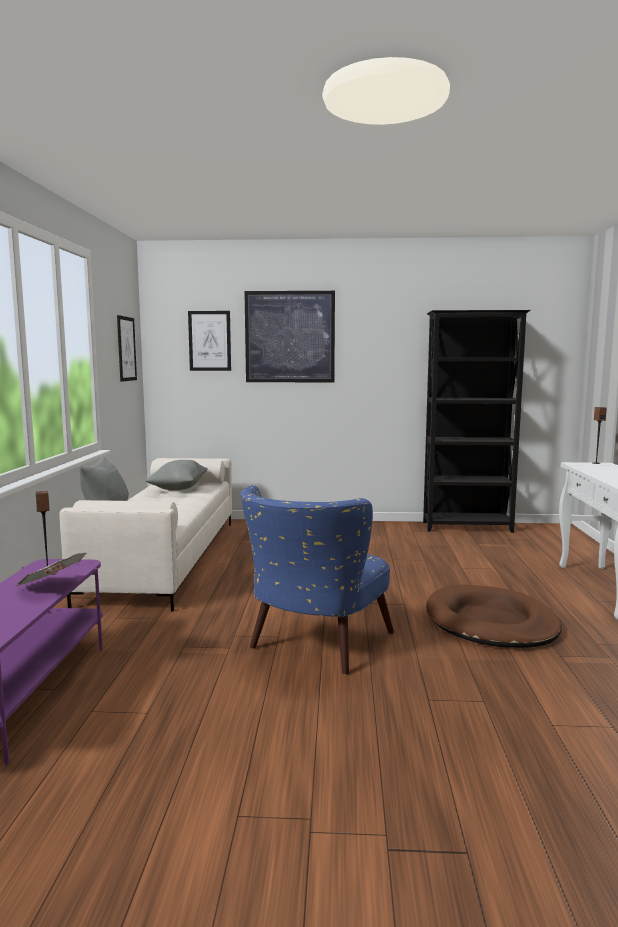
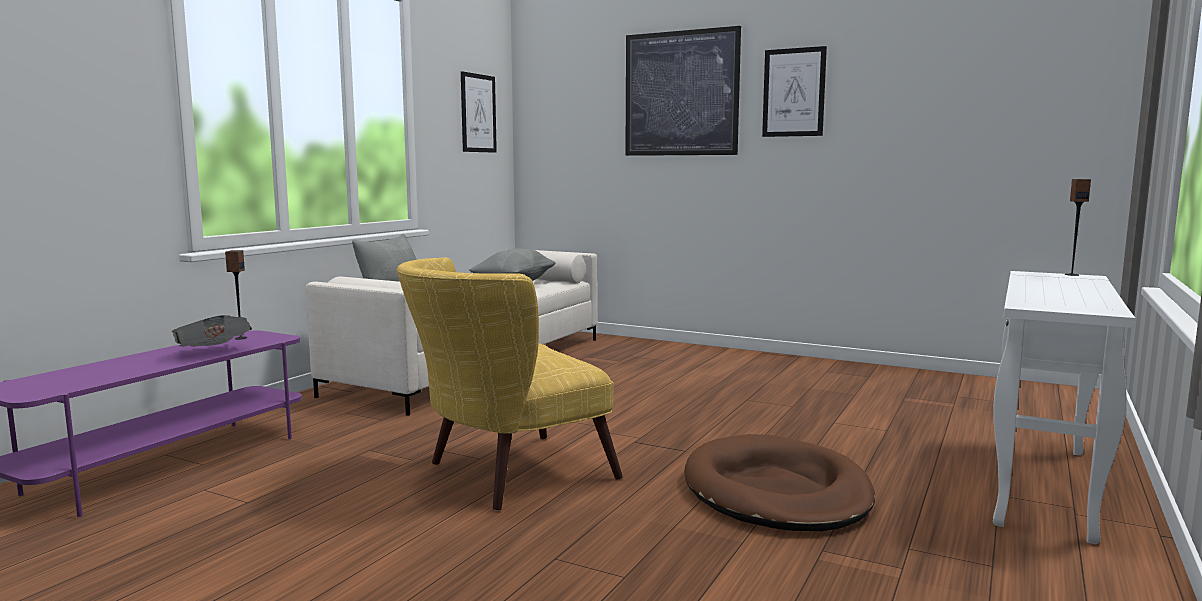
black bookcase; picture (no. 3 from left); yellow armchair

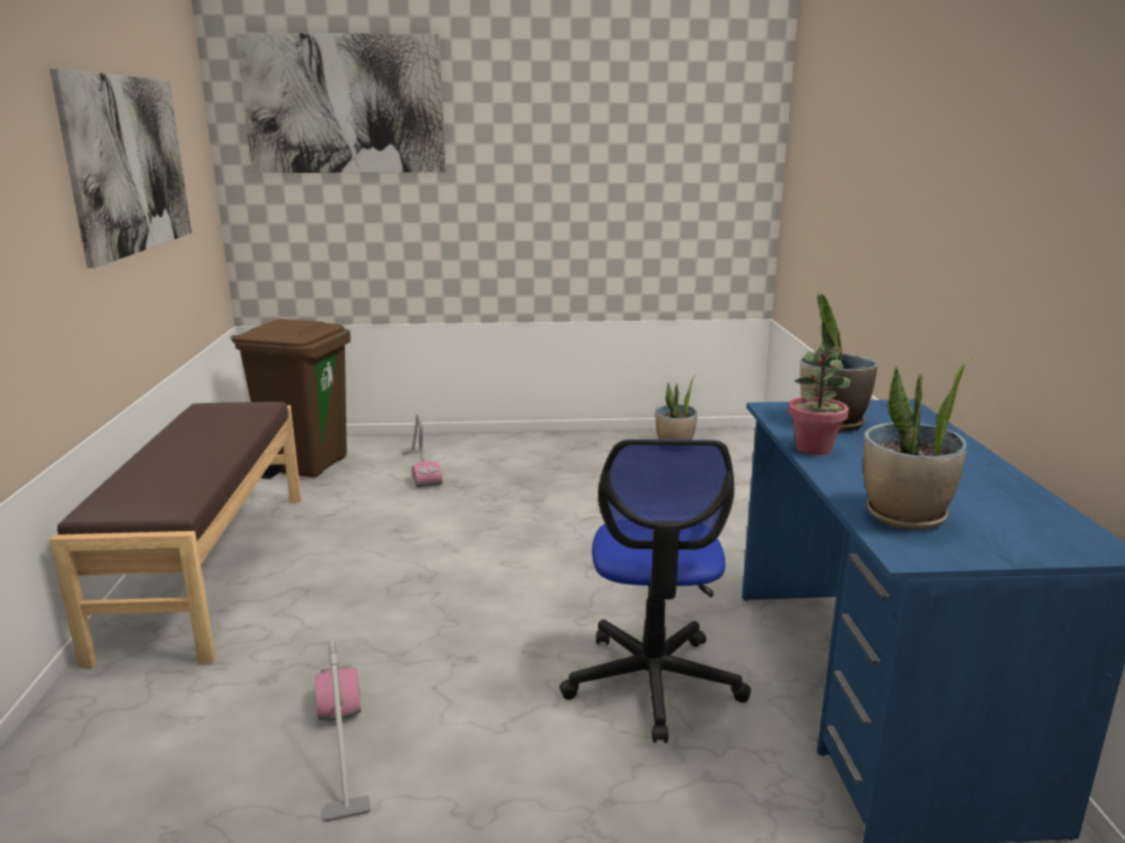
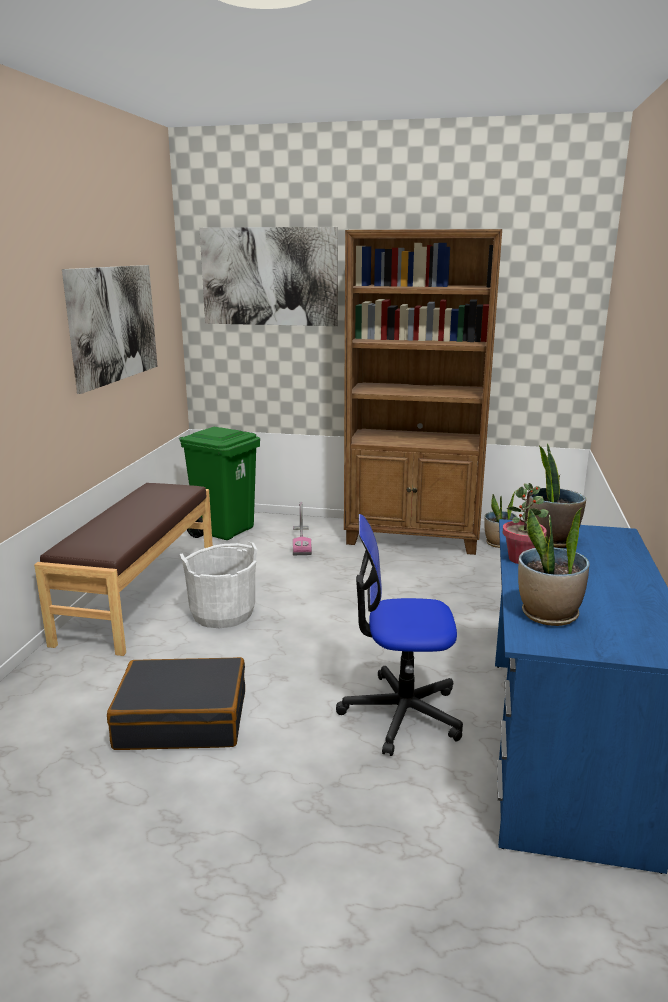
white bucket; brown bookcase; black suitcase; green trash can; office chair

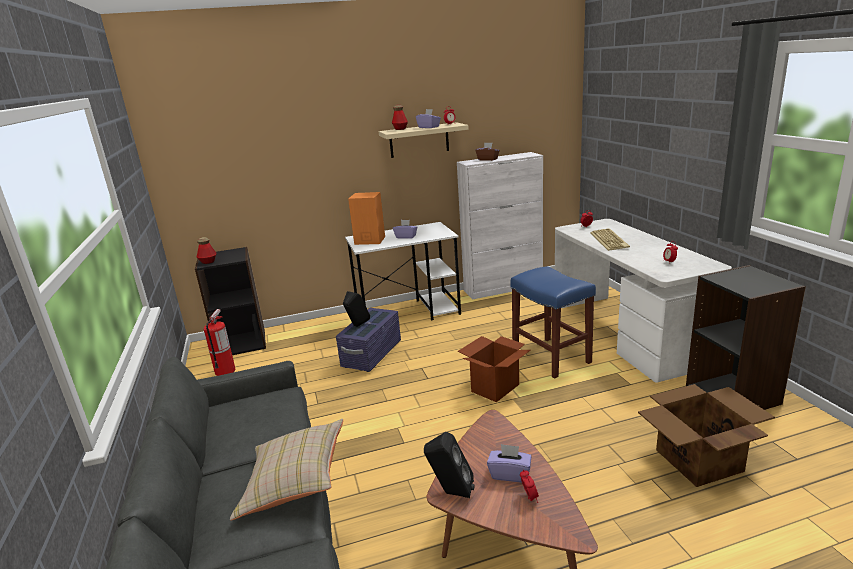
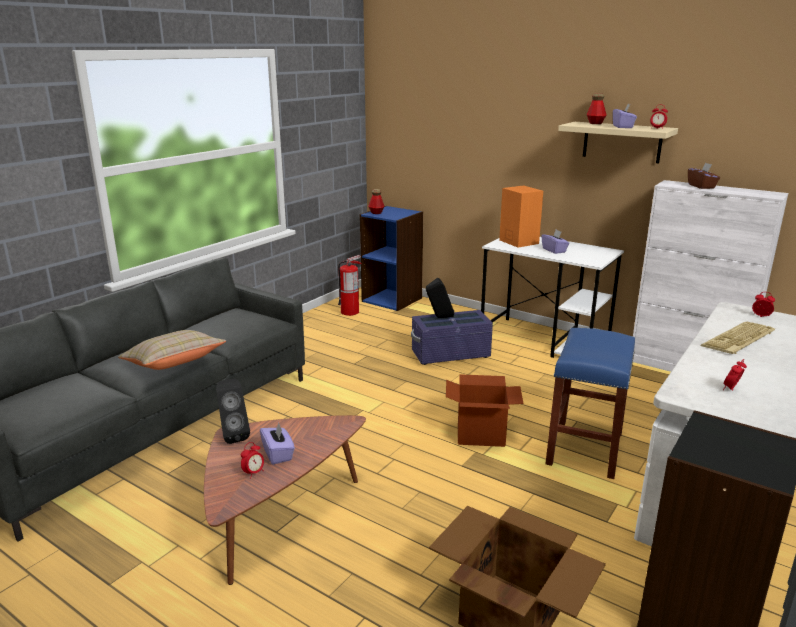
blue bookcase

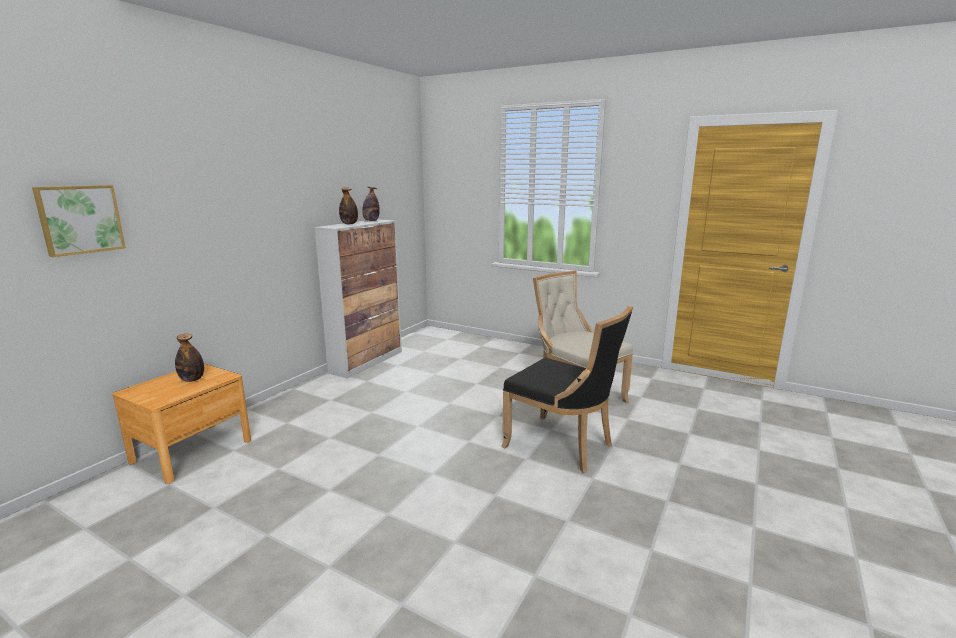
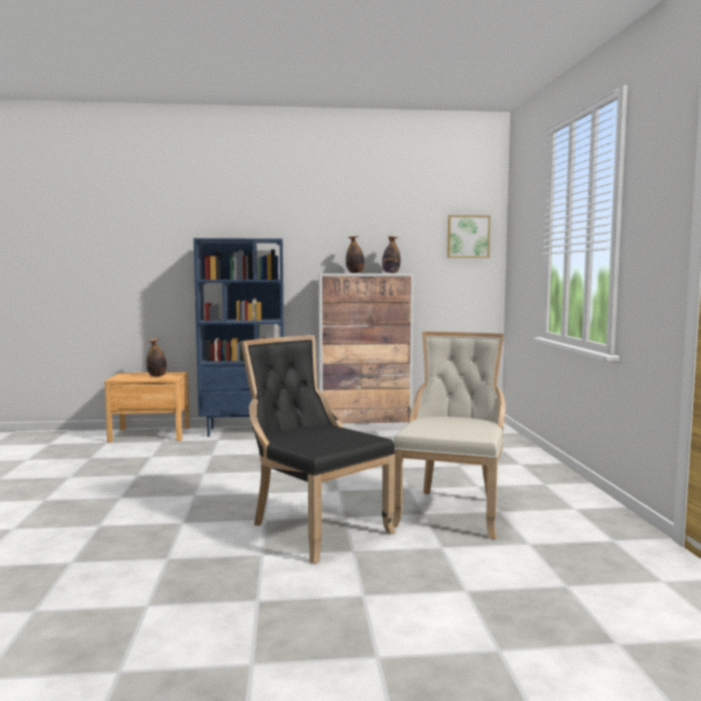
blue bookcase; picture; black chair

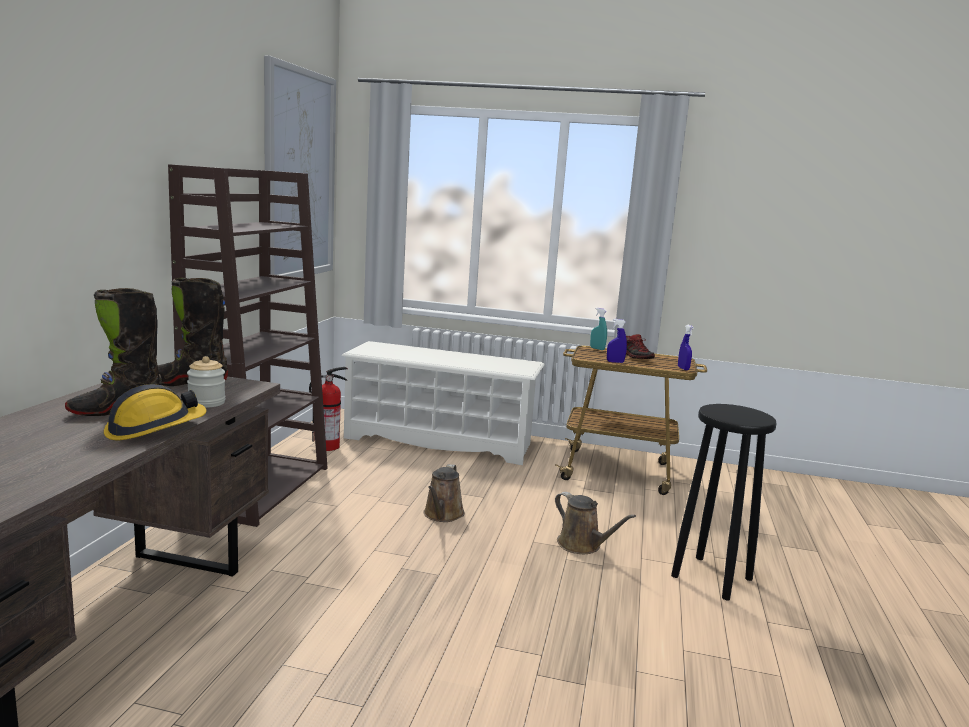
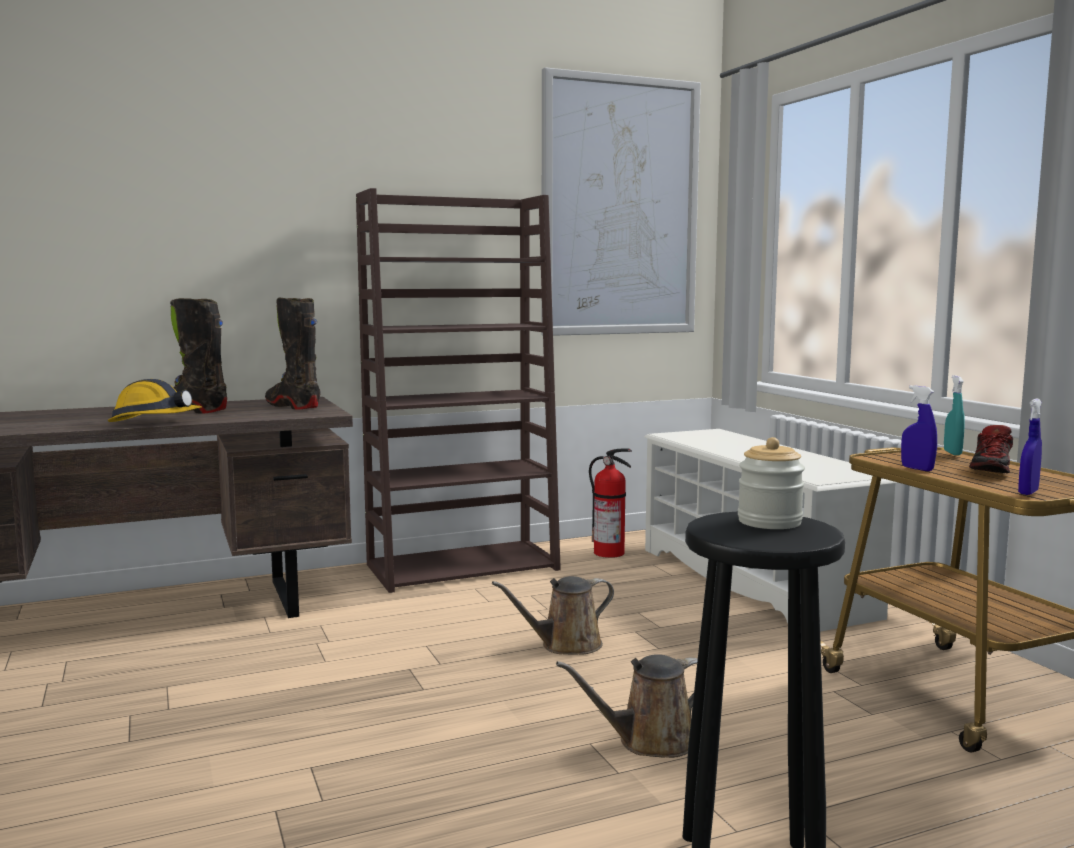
jar; brown watering can (no. 2 from left)

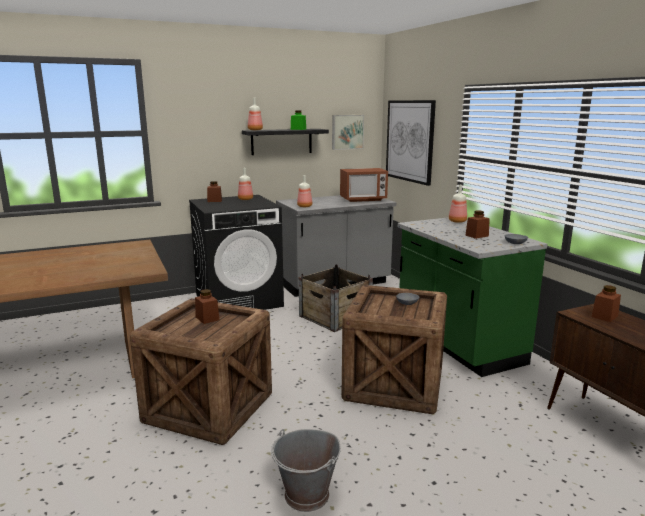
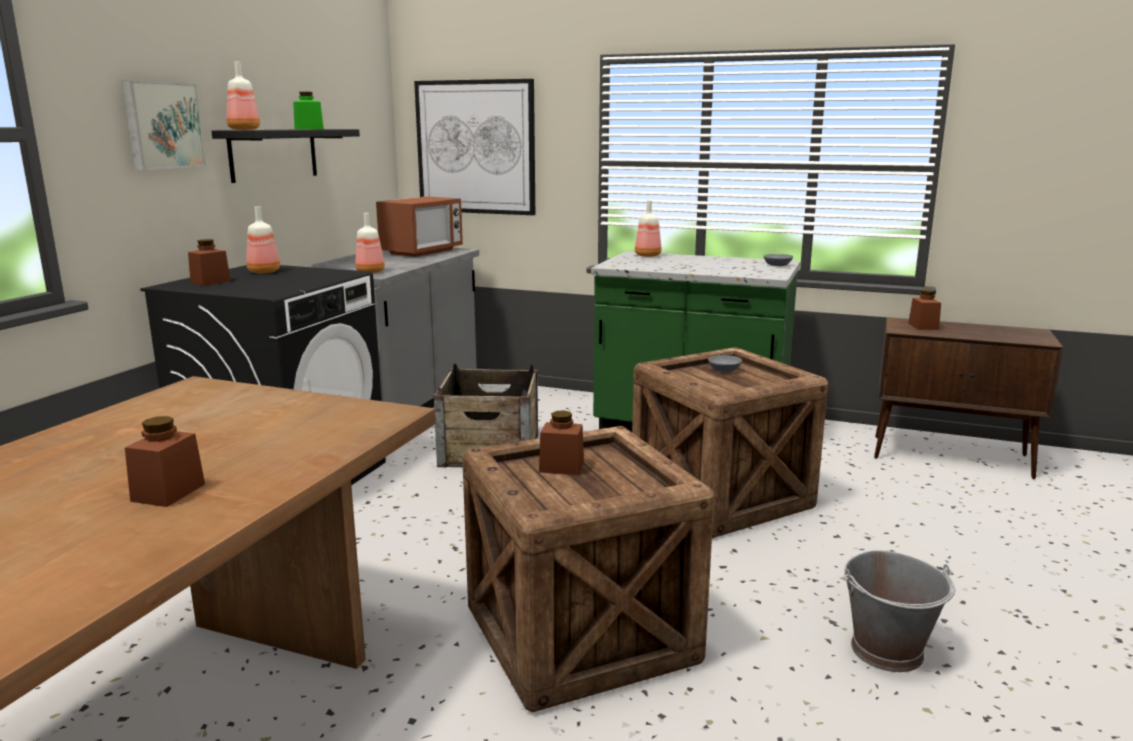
picture (no. 1 from left); brown jar (no. 1 from left)

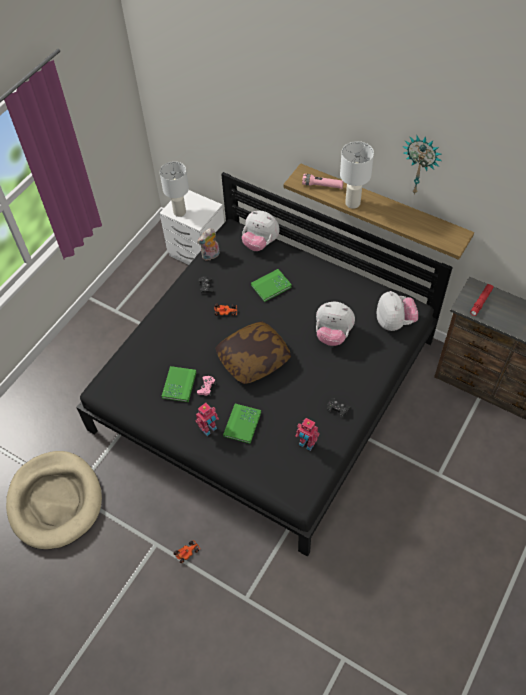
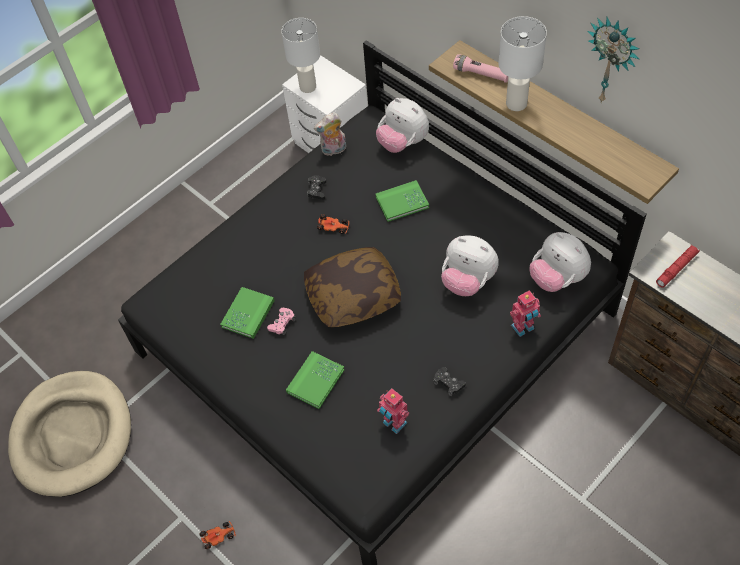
toy robot (no. 2 from left); plush toy (no. 4 from left)

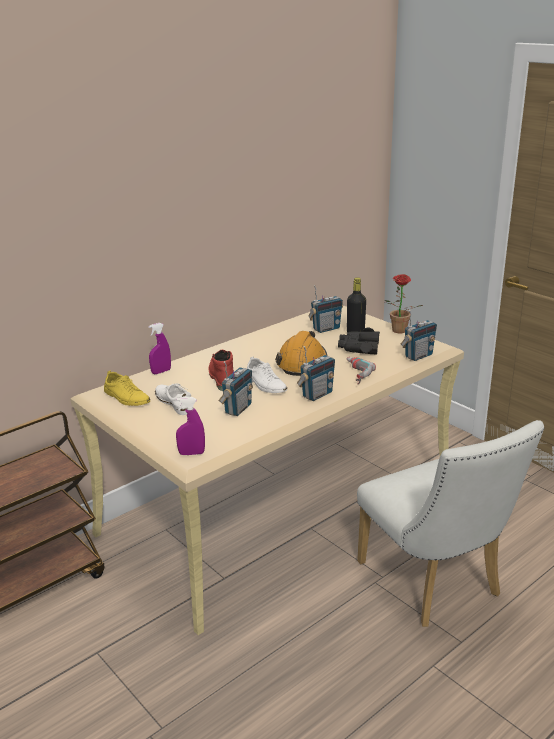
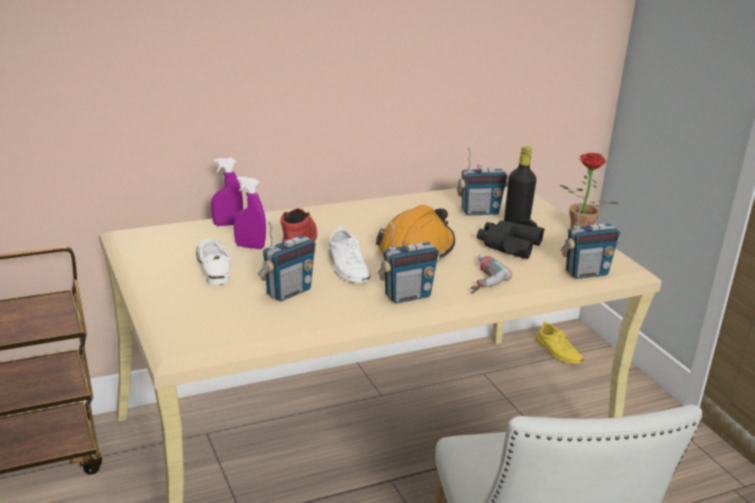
yellow shoe; purple spray bottle (no. 2 from left)

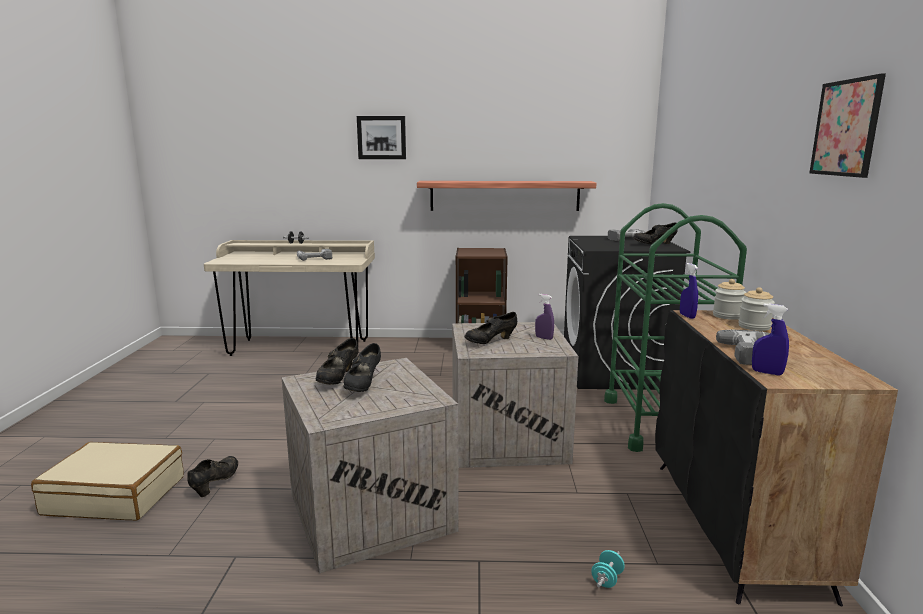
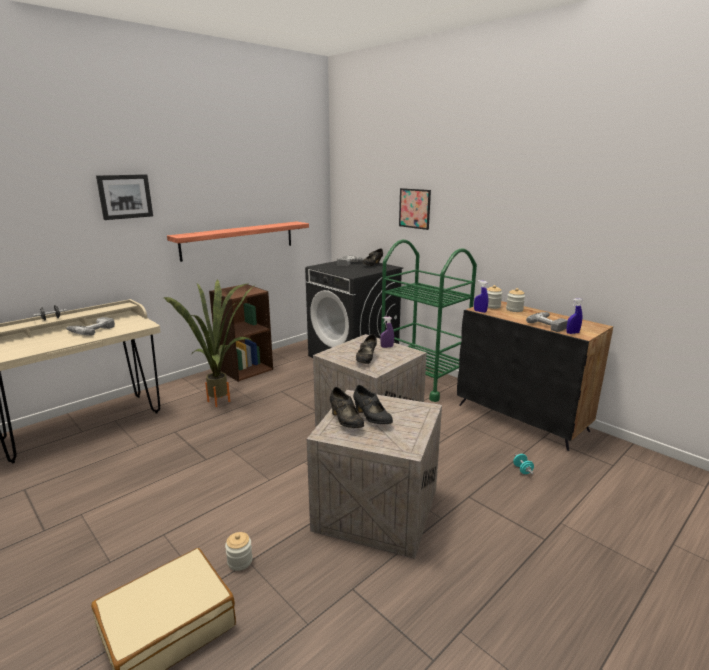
potted plant; picture (no. 2 from left); jar (no. 1 from left)

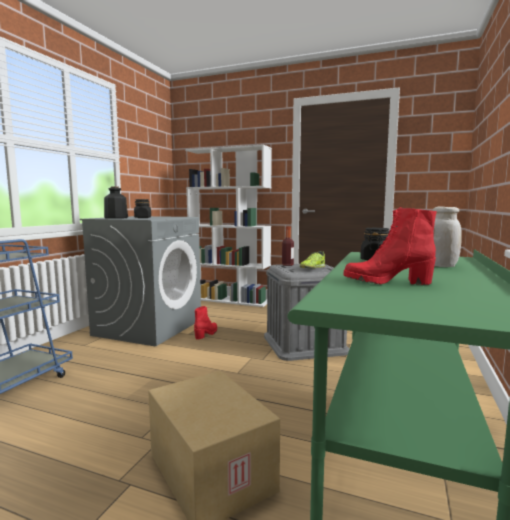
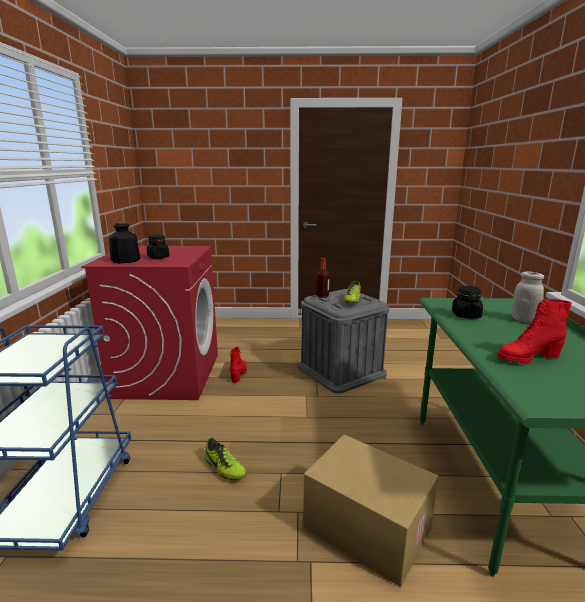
white bookcase; shoe (no. 1 from left); red washing machine

